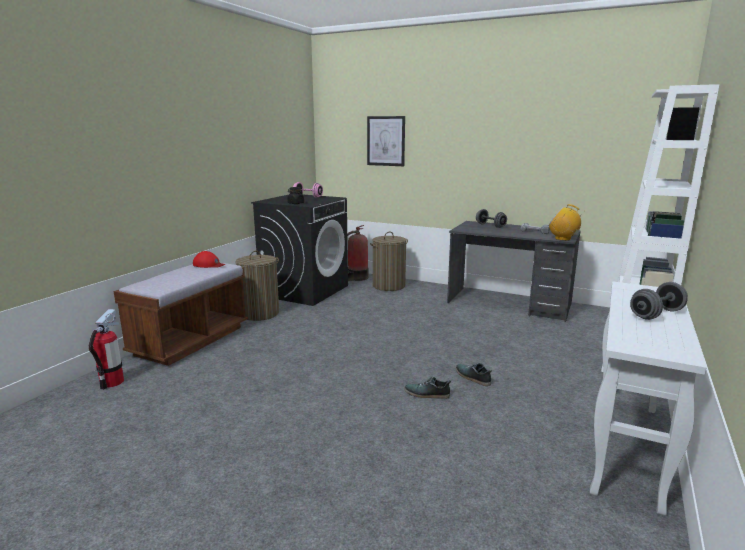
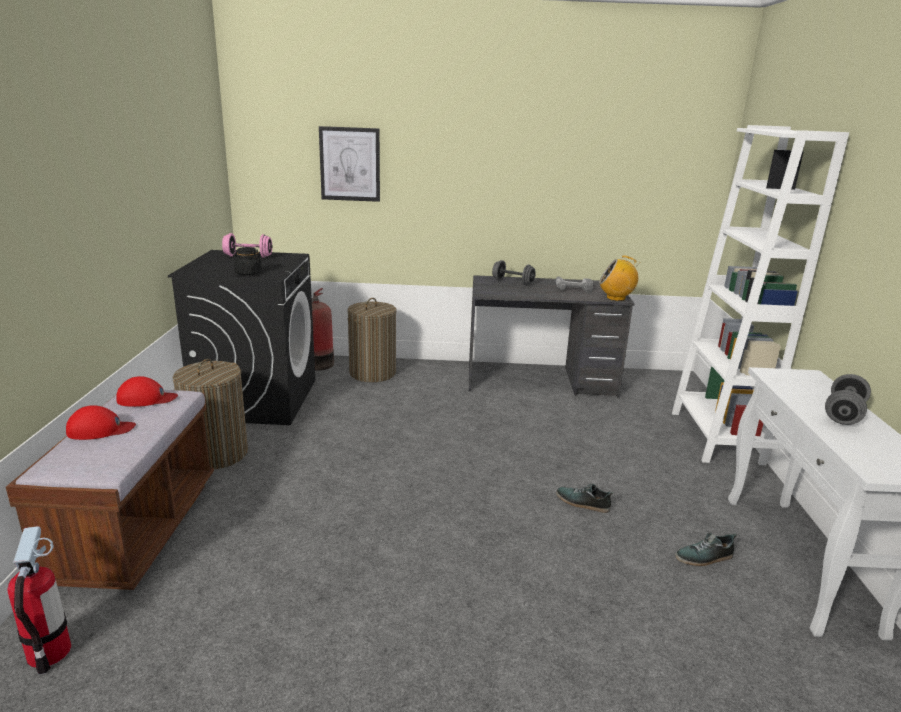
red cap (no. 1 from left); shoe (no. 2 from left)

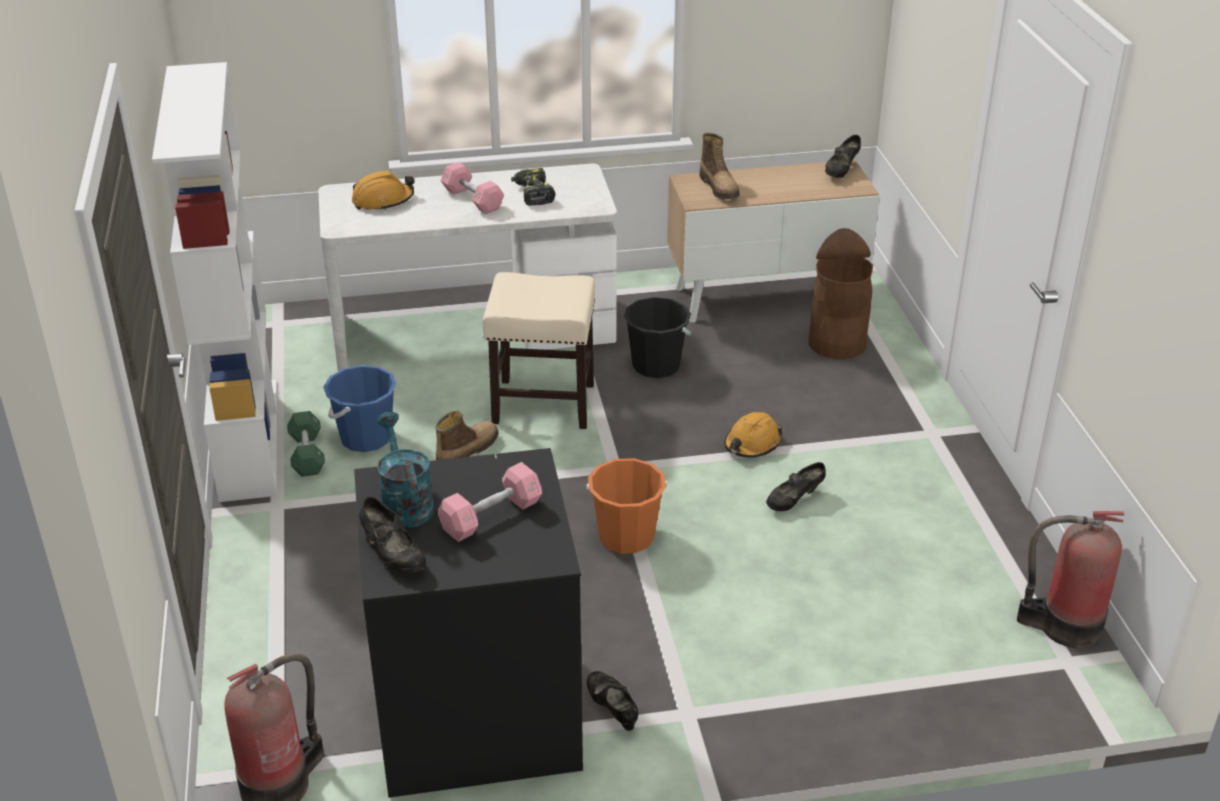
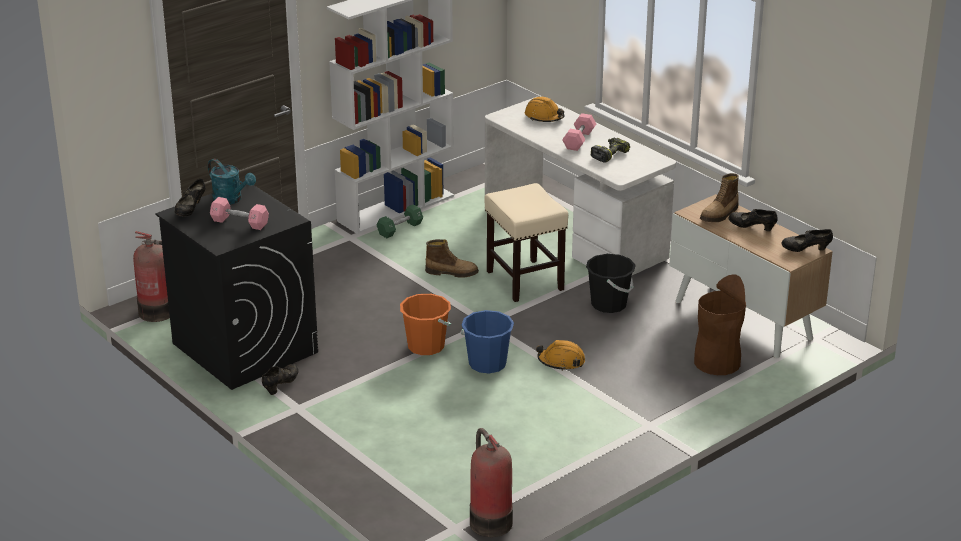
blue bucket; black shoe (no. 3 from left); turquoise watering can

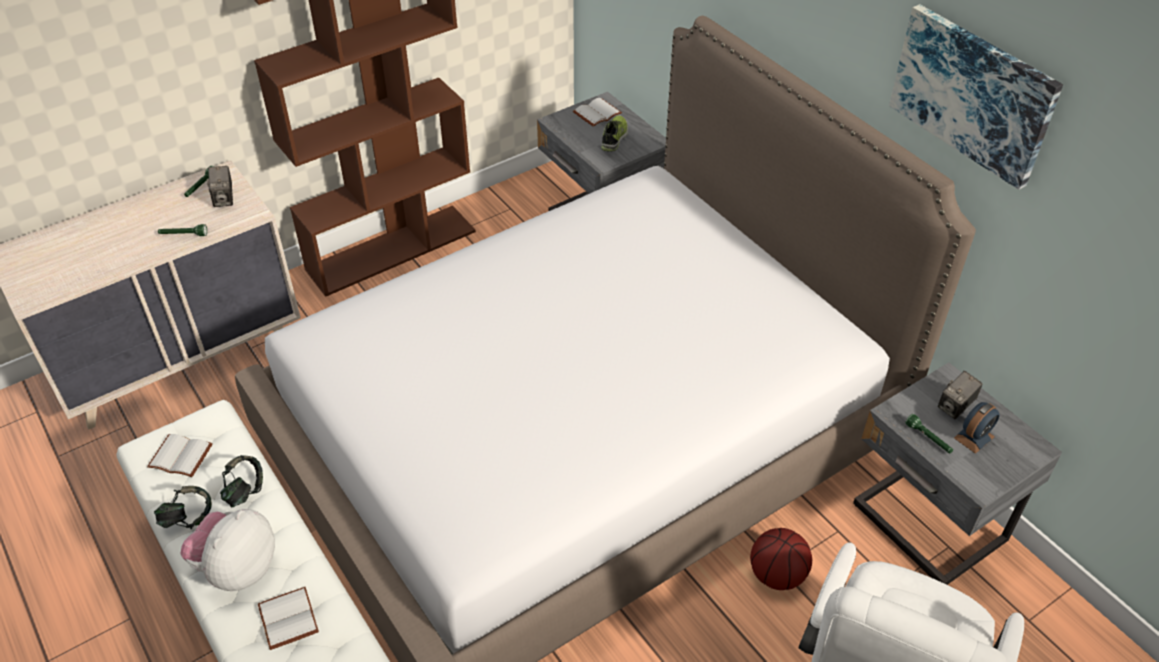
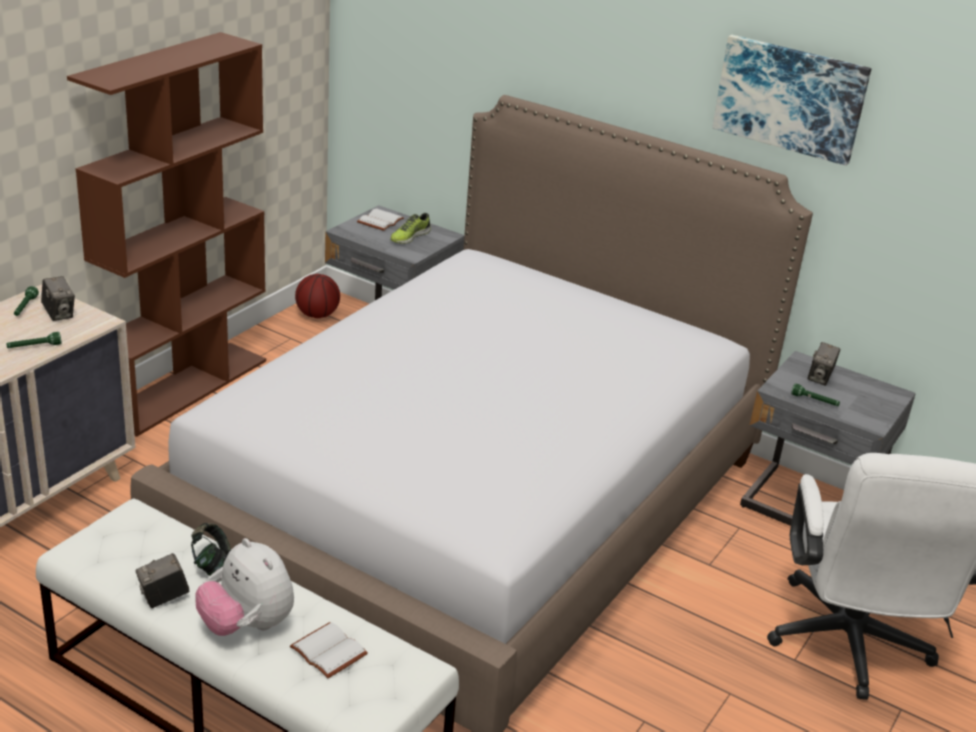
white book (no. 1 from left in the first image); alarm clock; basketball; photo camera (no. 2 from left); plush toy; shoe

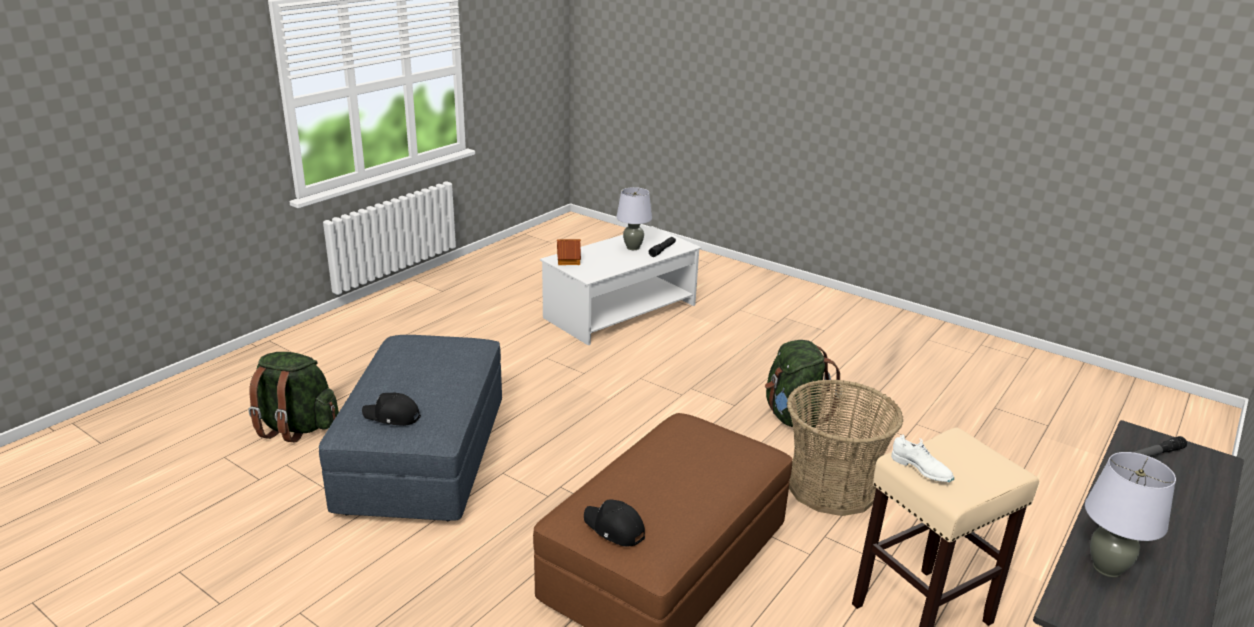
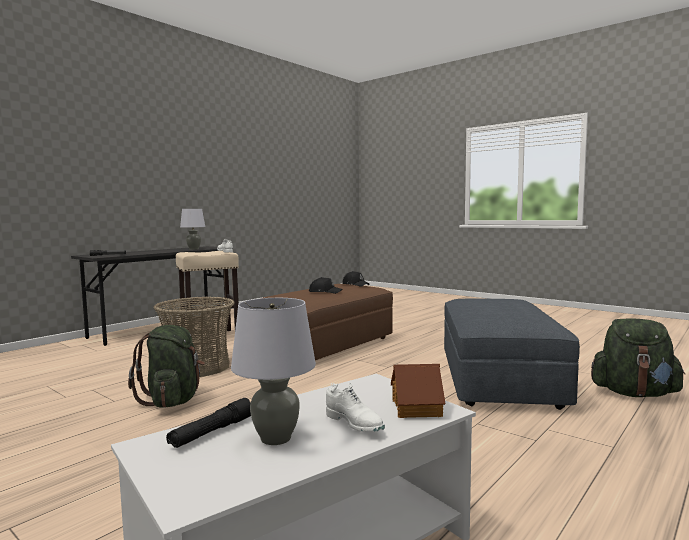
white shoe (no. 2 from left); black cap (no. 1 from left)

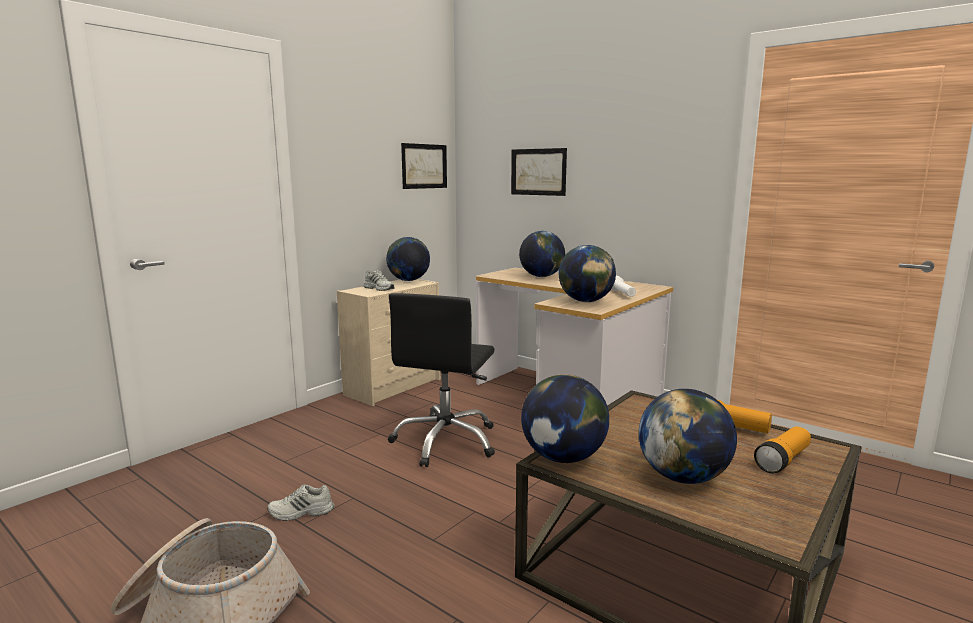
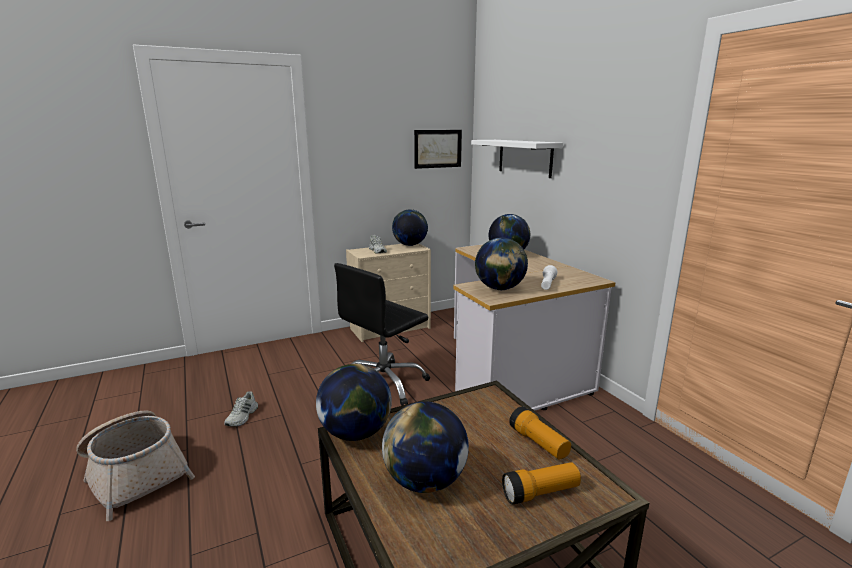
white shelf; white shoe (no. 1 from left)

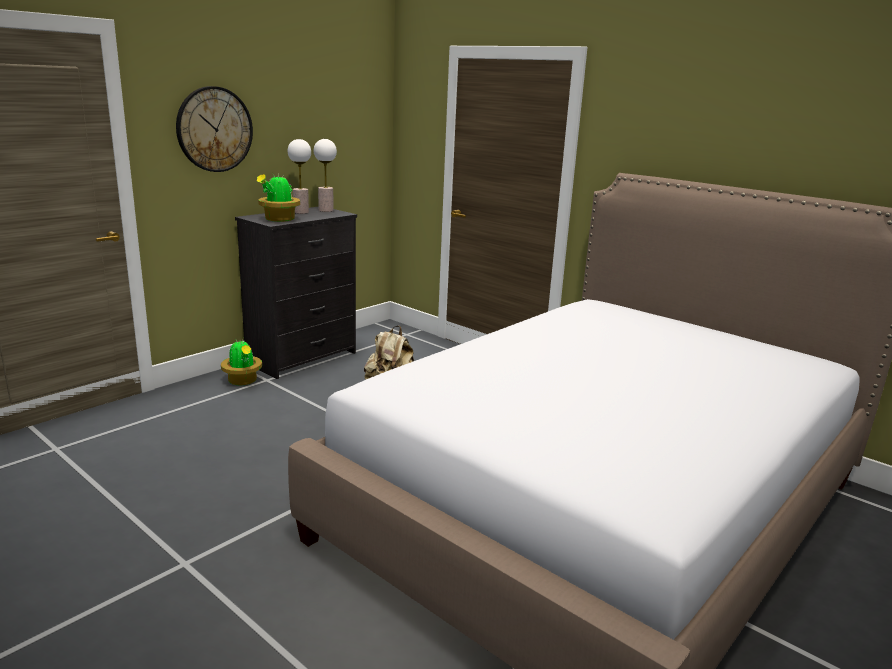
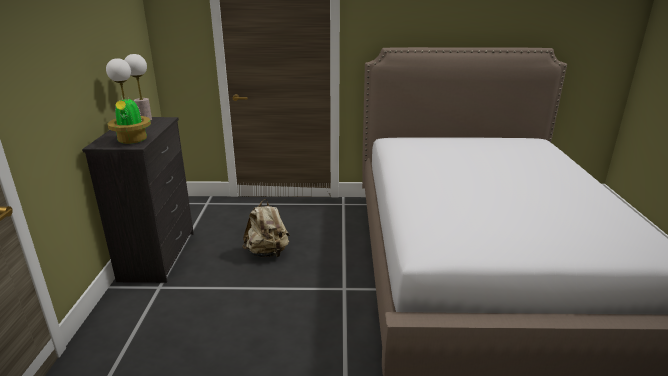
wall clock; potted plant (no. 1 from left in the first image)

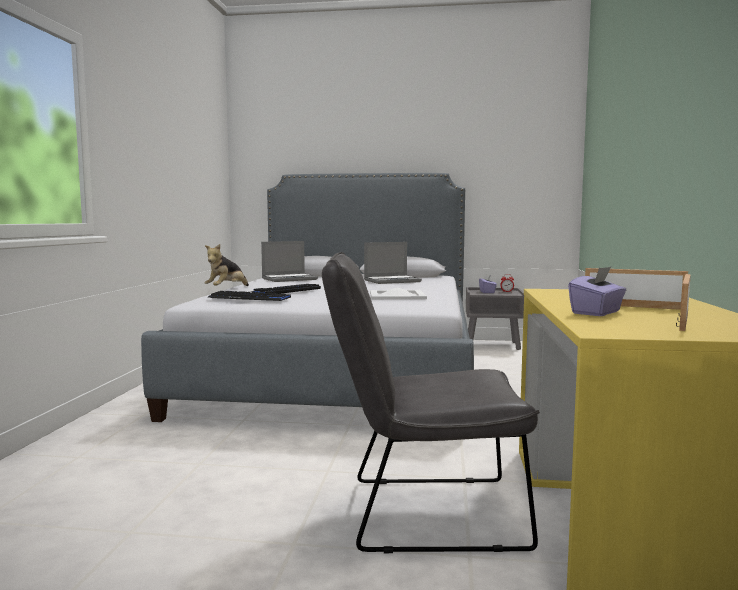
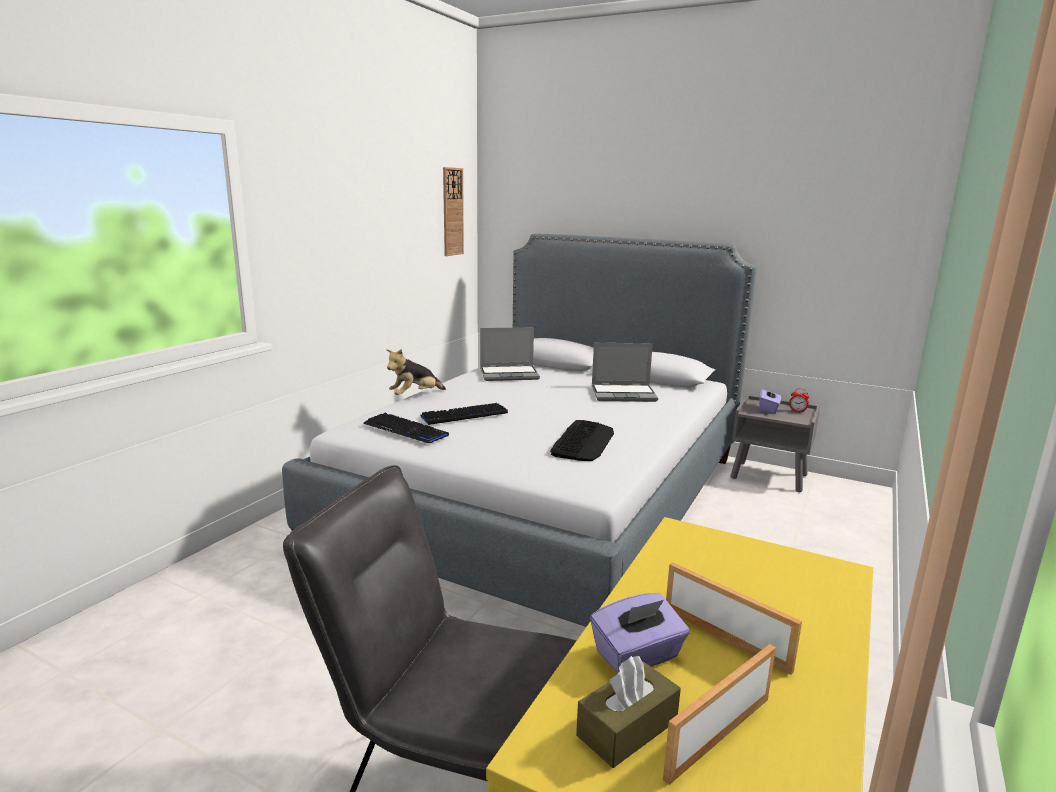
wall clock; brown tissue box; keyboard (no. 3 from left)

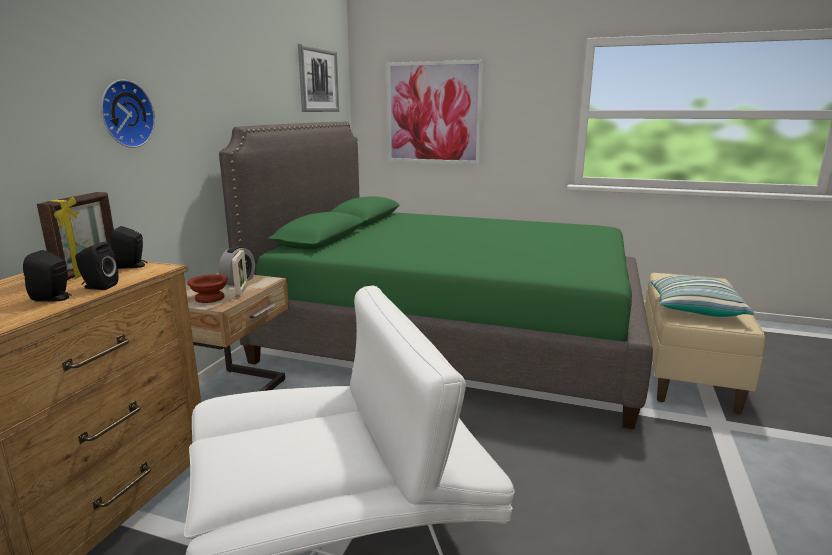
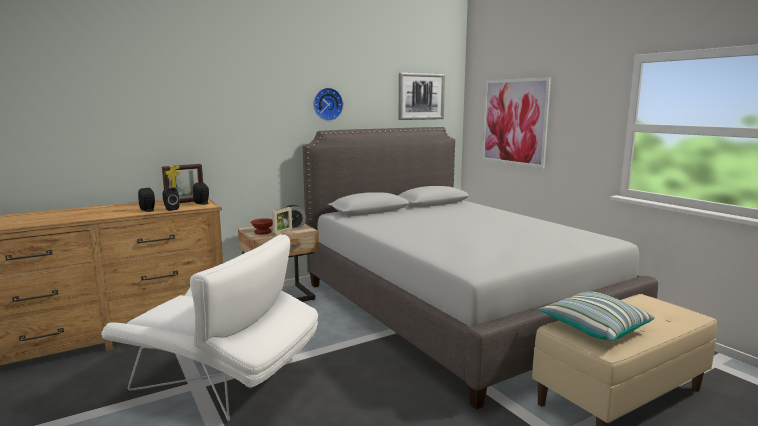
wall clock; grey bed

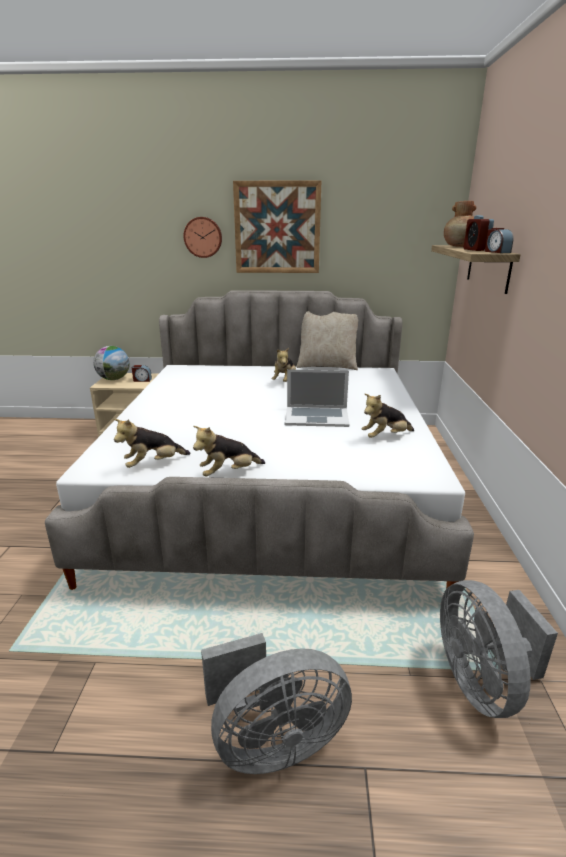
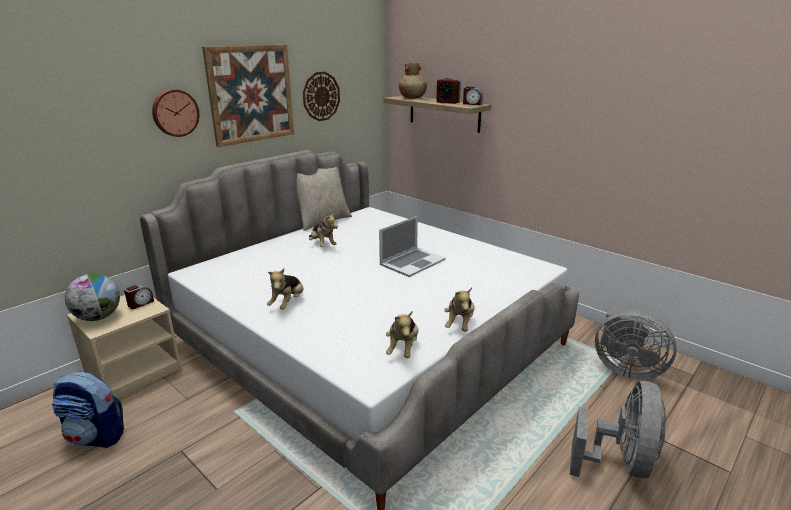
backpack; wall clock (no. 2 from left); plush toy (no. 1 from left)

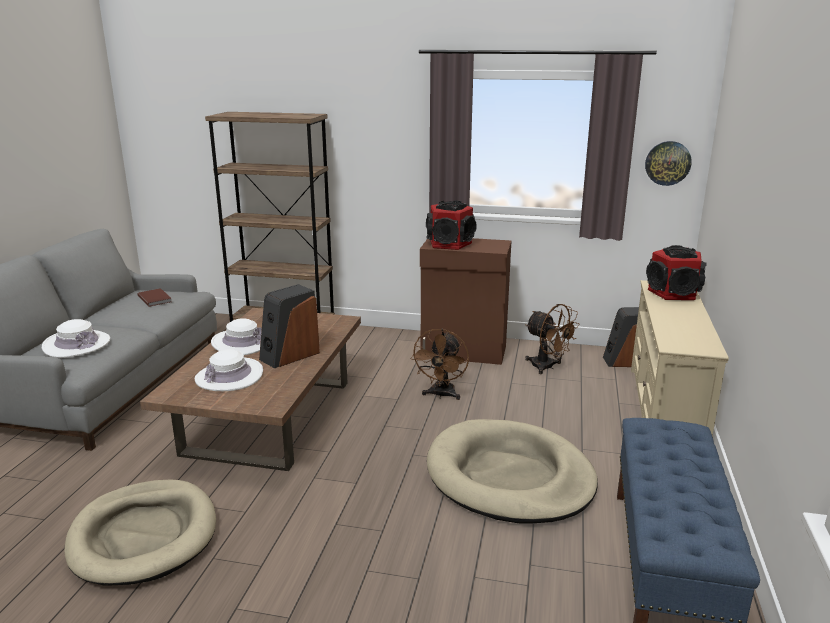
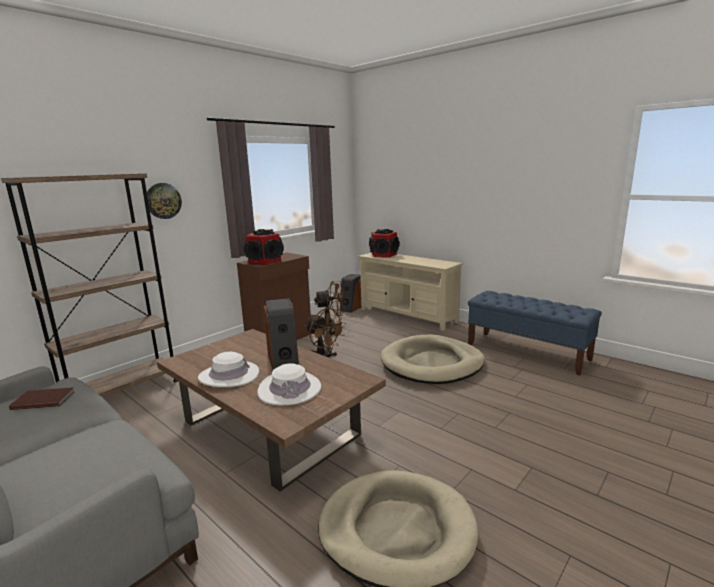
white hat (no. 1 from left in the first image); wall clock

